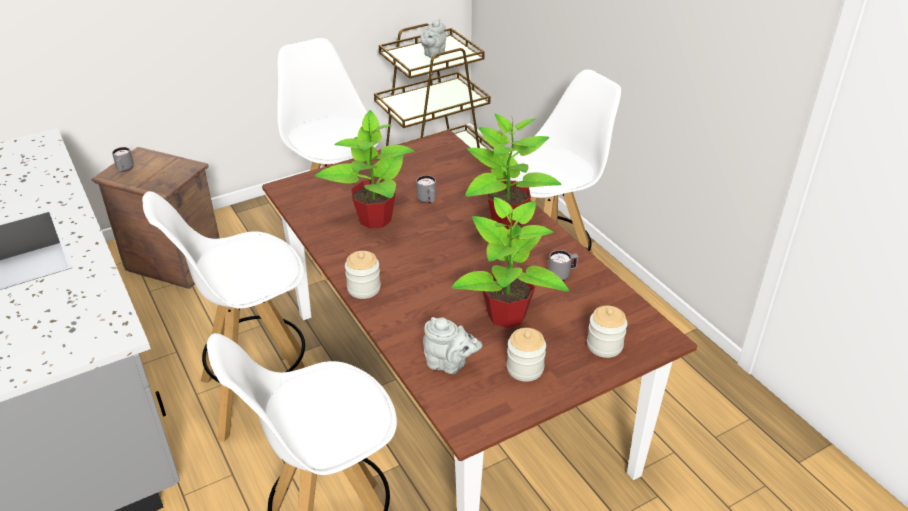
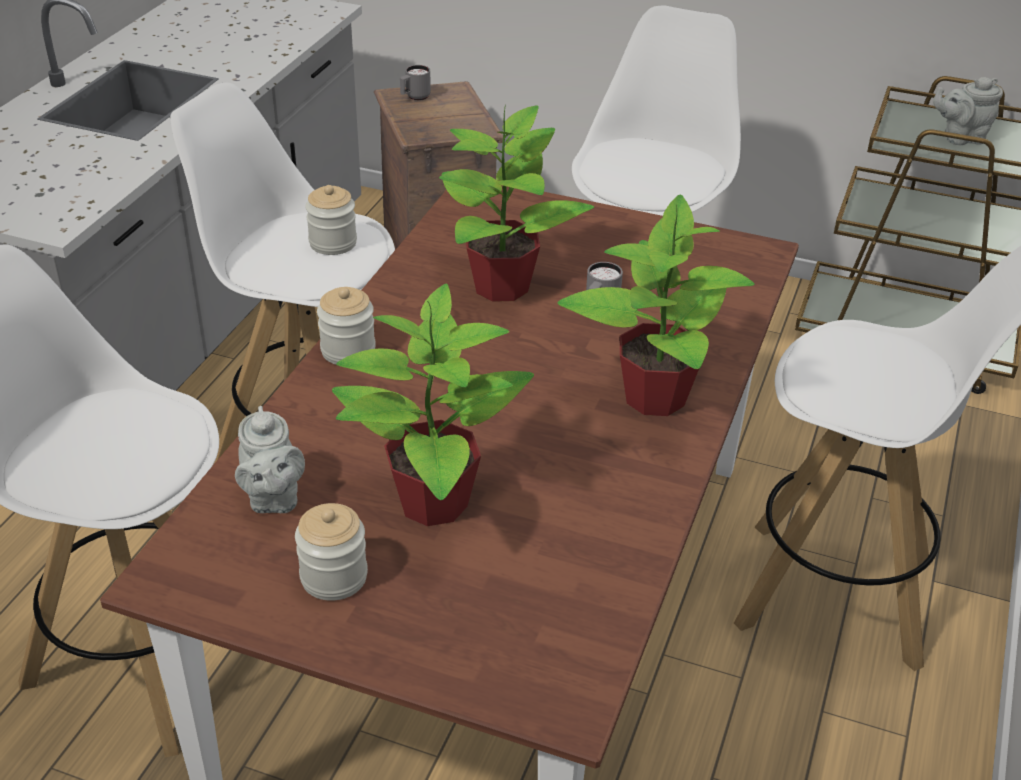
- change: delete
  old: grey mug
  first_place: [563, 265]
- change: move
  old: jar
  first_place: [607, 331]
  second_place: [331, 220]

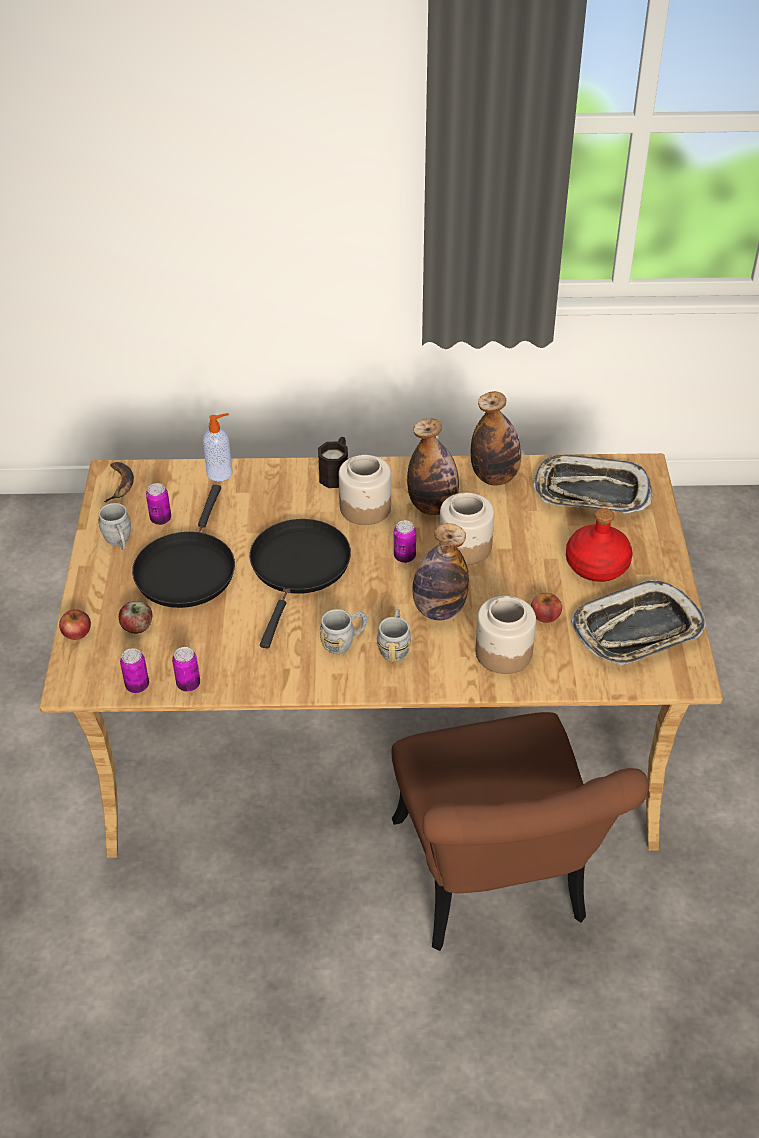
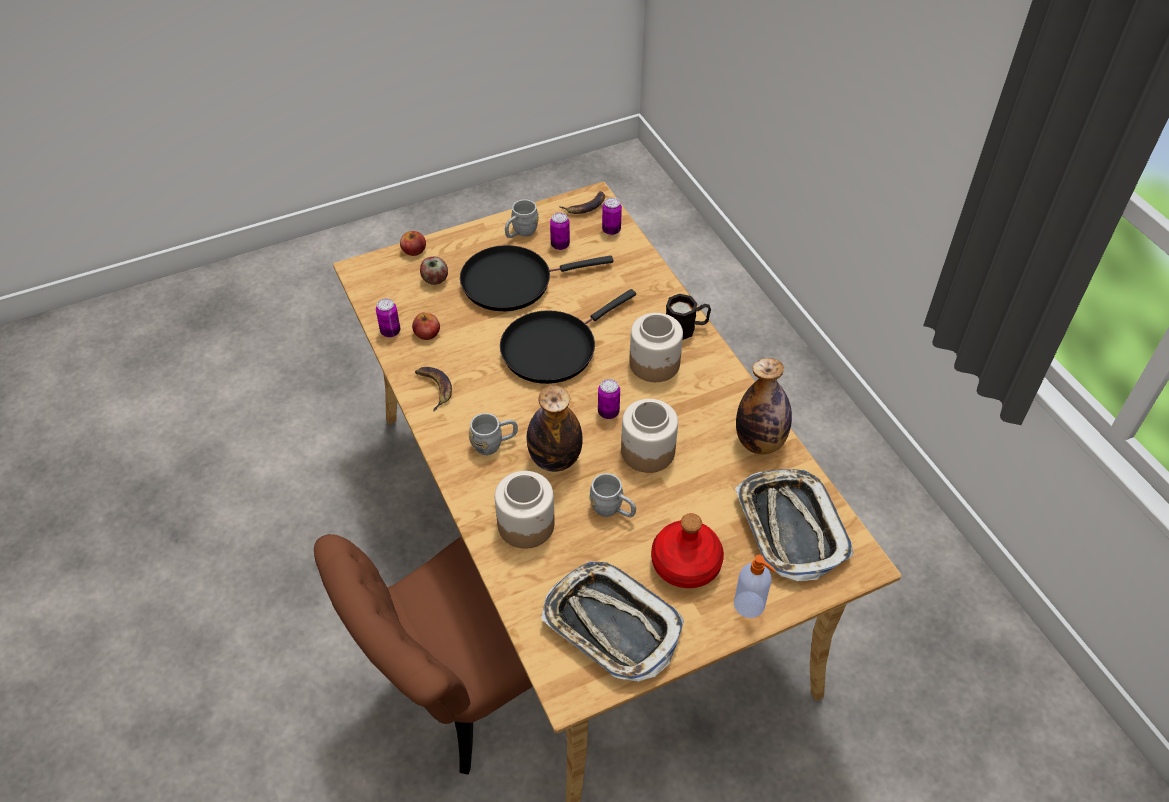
- change: delete
  old: bottle
  first_place: [433, 466]
- change: insert
  new: banana
  second_place: [433, 389]
- change: move
  old: can
  first_place: [134, 670]
  second_place: [612, 216]
- change: move
  old: soap dispenser
  first_place: [218, 447]
  second_place: [754, 586]
- change: move
  old: grey mug
  first_place: [343, 631]
  second_place: [612, 495]
- change: move
  old: apple
  first_place: [546, 608]
  second_place: [426, 326]
- change: rotate
  old: black frying pan
  first_place: [300, 583]
  second_place: [568, 336]
  degrees: 150

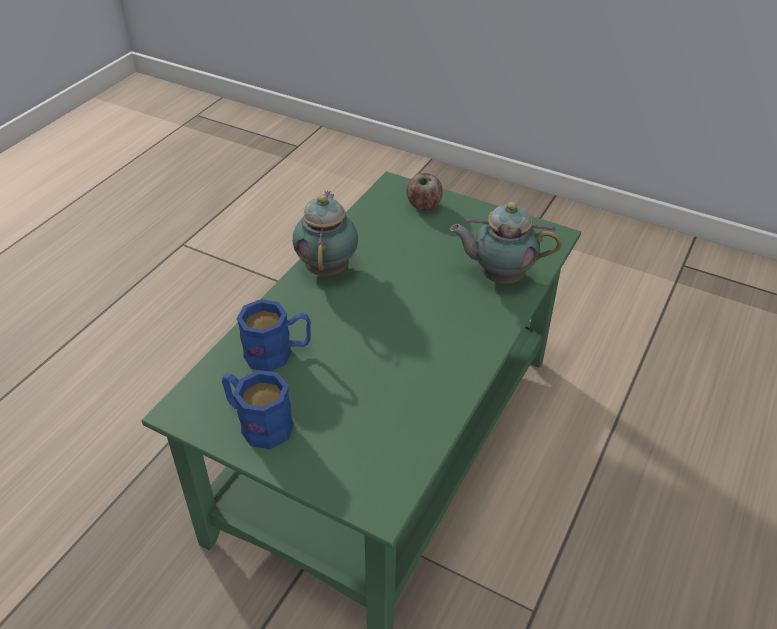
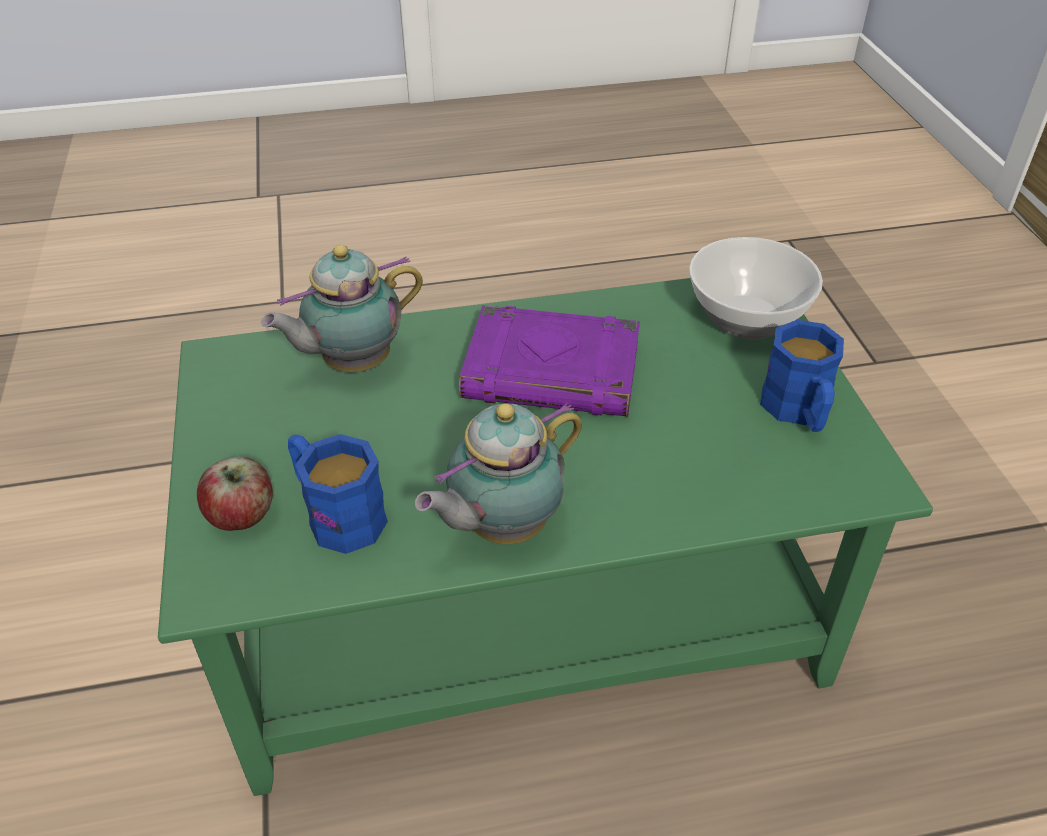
- change: insert
  new: purple book
  second_place: [549, 361]
- change: insert
  new: bowl
  second_place: [756, 288]
- change: move
  old: blue mug
  first_place: [273, 335]
  second_place: [338, 494]
- change: rotate
  old: teapot
  first_place: [505, 243]
  second_place: [342, 308]
  degrees: 90

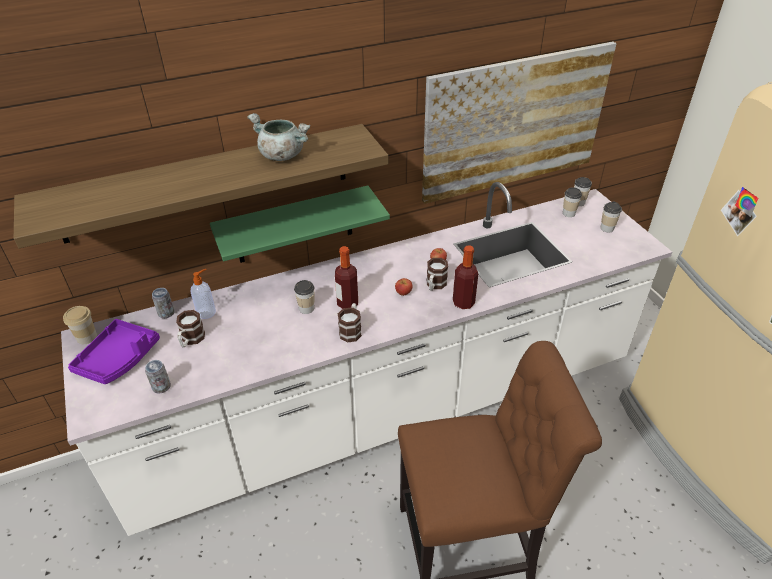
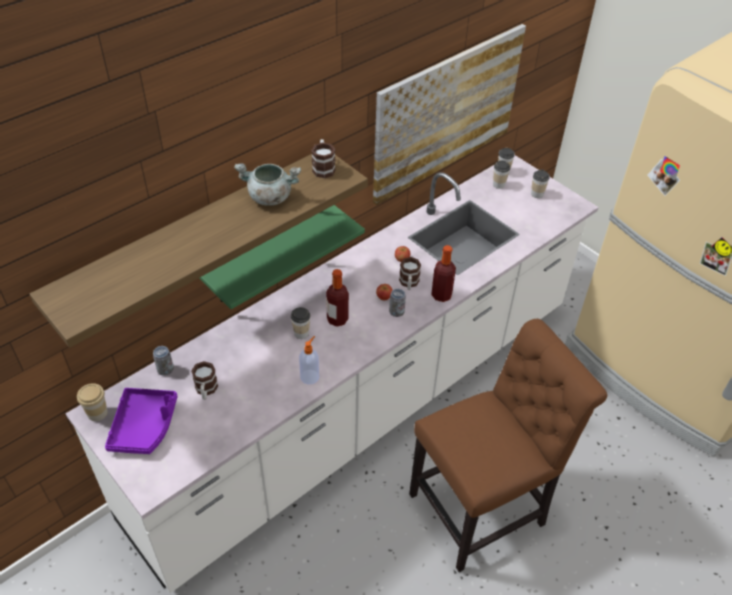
- change: move
  old: can
  first_place: [158, 377]
  second_place: [397, 303]
- change: move
  old: soap dispenser
  first_place: [203, 294]
  second_place: [309, 360]
- change: move
  old: mug
  first_place: [350, 323]
  second_place: [323, 158]

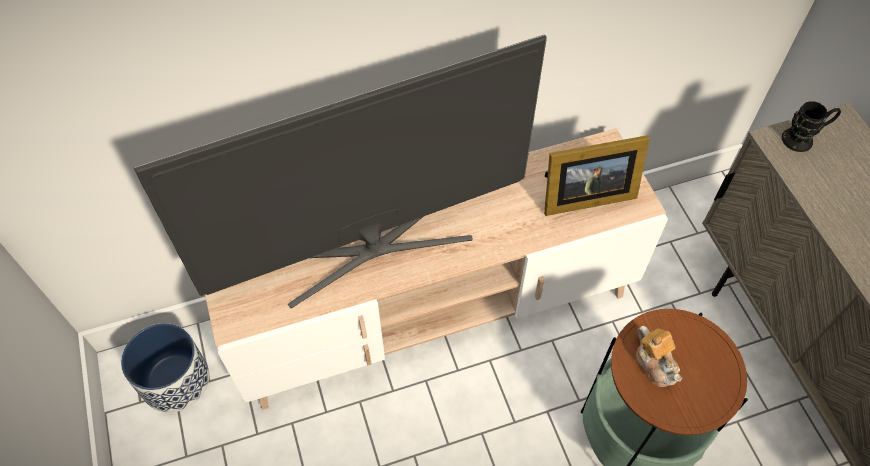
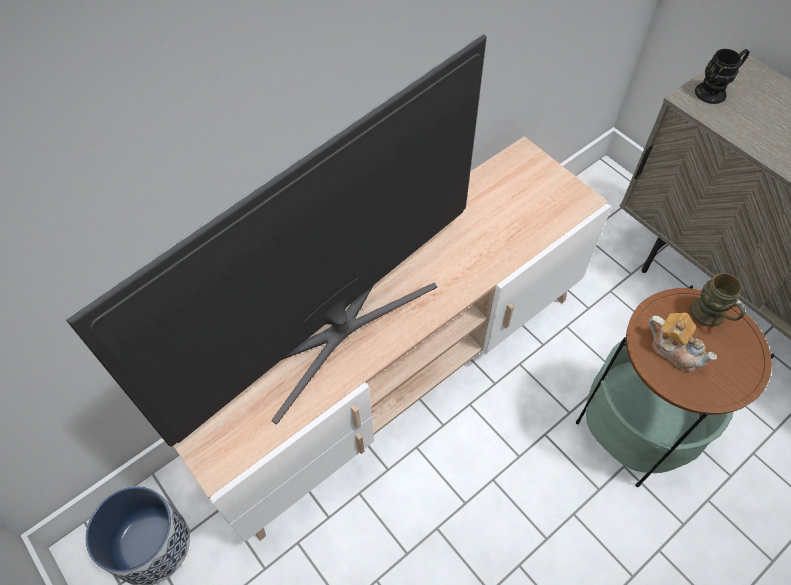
- change: delete
  old: picture frame
  first_place: [597, 175]
- change: insert
  new: brown mug
  second_place: [717, 300]

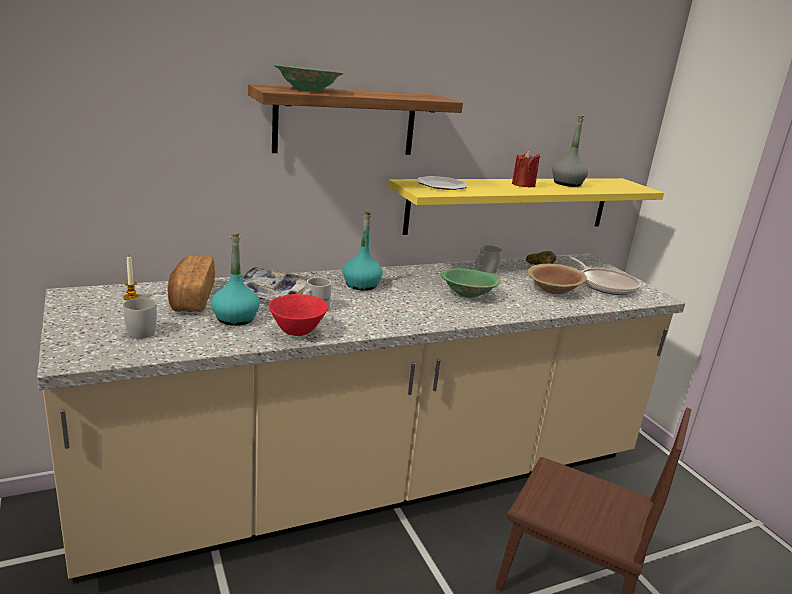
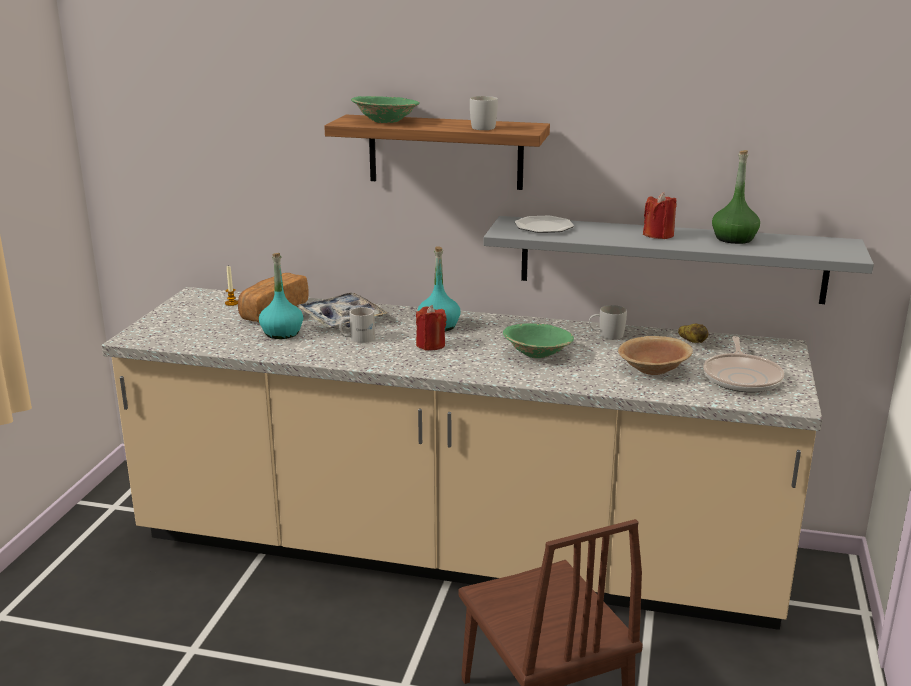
- change: delete
  old: red bowl
  first_place: [298, 315]
- change: insert
  new: red candle
  second_place: [431, 327]
- change: move
  old: white mug
  first_place: [140, 318]
  second_place: [484, 113]
- change: recolor
  old: yellow shelf
  new: grey shelf
  first_place: [526, 206]
  second_place: [678, 260]
- change: recolor
  old: grey bottle
  new: green bottle
  first_place: [570, 151]
  second_place: [736, 197]

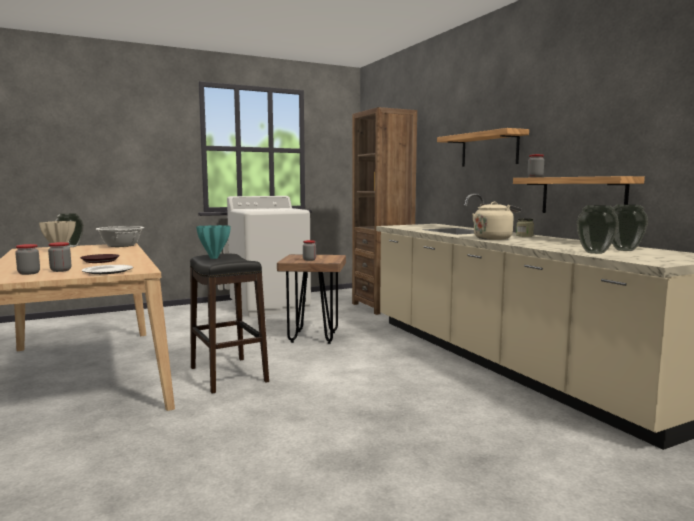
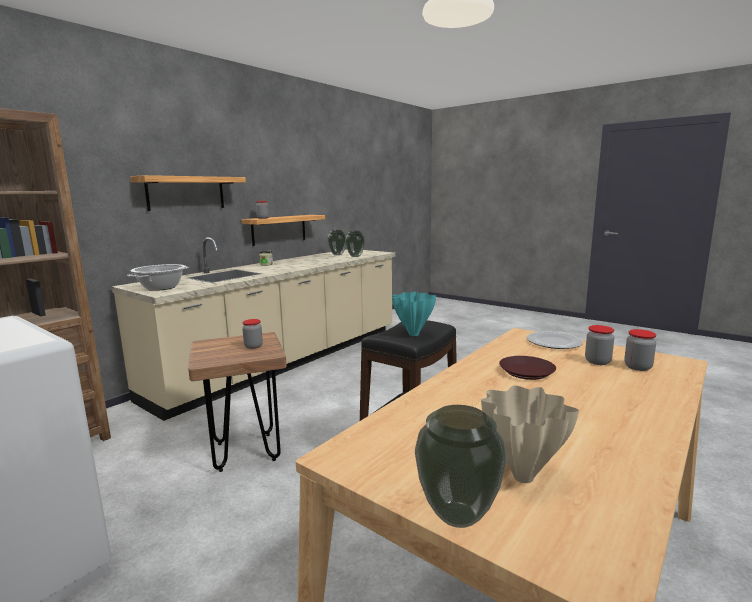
- change: delete
  old: beige kettle
  first_place: [496, 221]
- change: move
  old: cooking pot
  first_place: [120, 236]
  second_place: [158, 277]

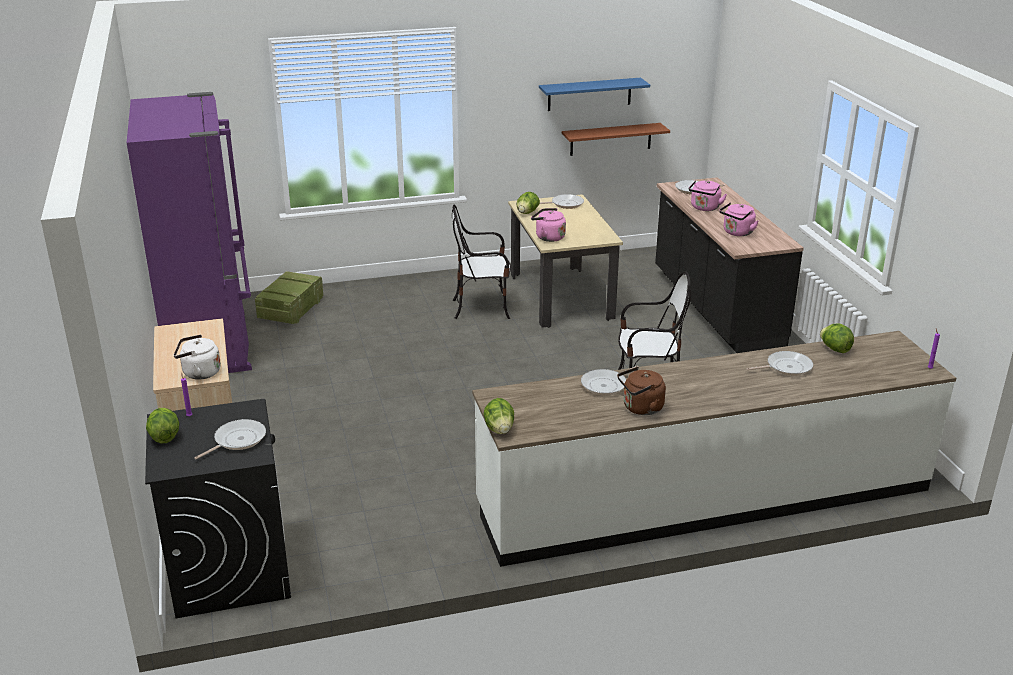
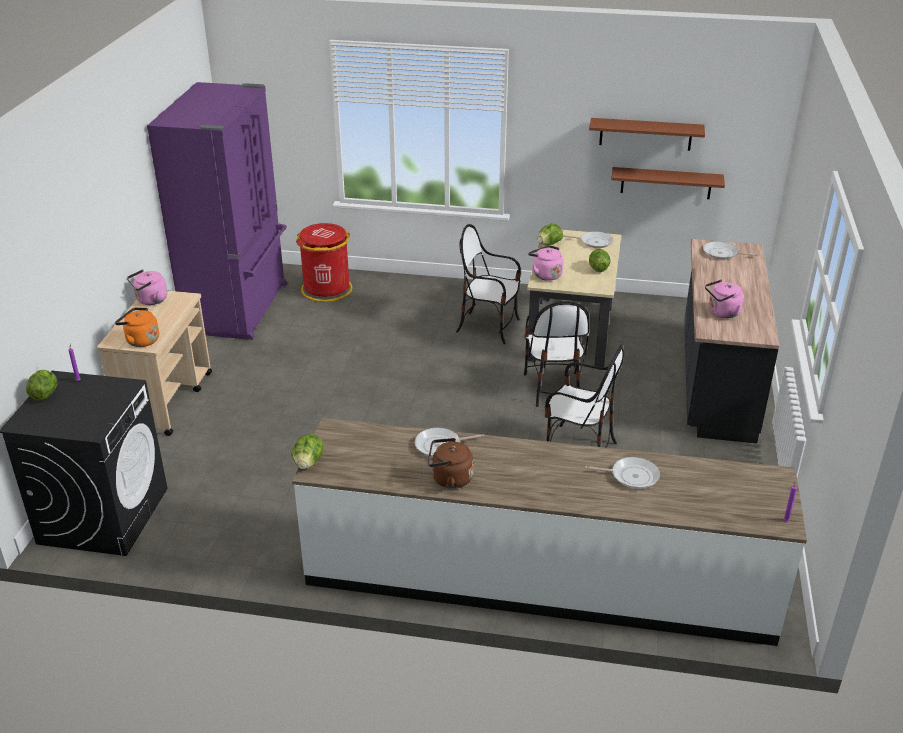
- change: delete
  old: frying pan
  first_place: [230, 439]
- change: insert
  new: chair
  second_place: [556, 354]
- change: move
  old: pink kettle
  first_place: [708, 195]
  second_place: [147, 287]
- change: move
  old: lettuce
  first_place: [837, 338]
  second_place: [600, 261]
- change: replace
  old: crate
  new: red trash can
  first_place: [289, 297]
  second_place: [324, 262]
- change: recolor
  old: white kettle
  new: orange kettle
  first_place: [197, 357]
  second_place: [137, 327]
- change: recolor
  old: blue shelf
  new: brown shelf
  first_place: [594, 94]
  second_place: [647, 134]

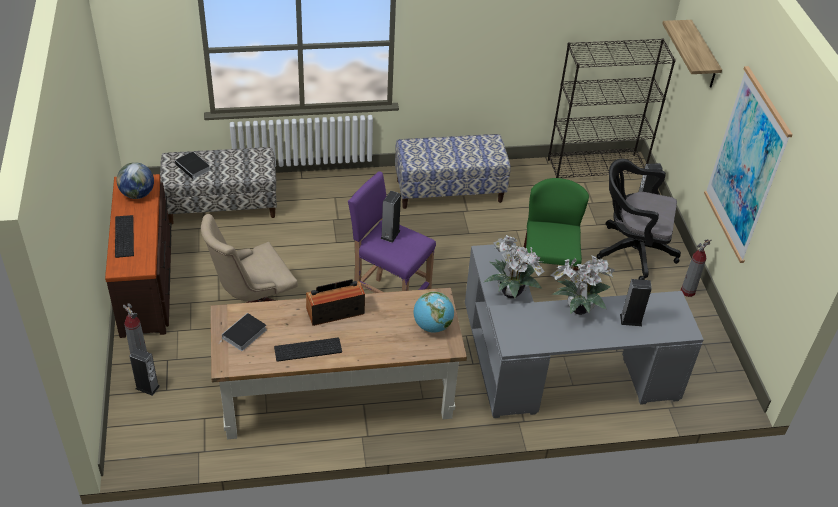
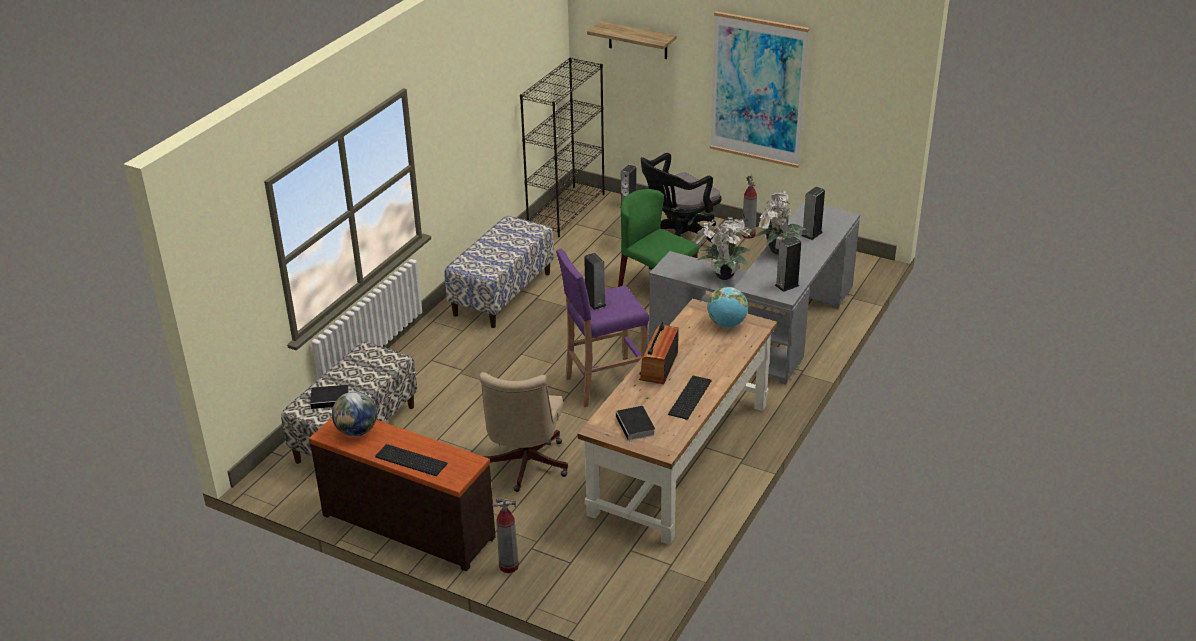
- change: move
  old: speaker
  first_place: [145, 372]
  second_place: [788, 264]

